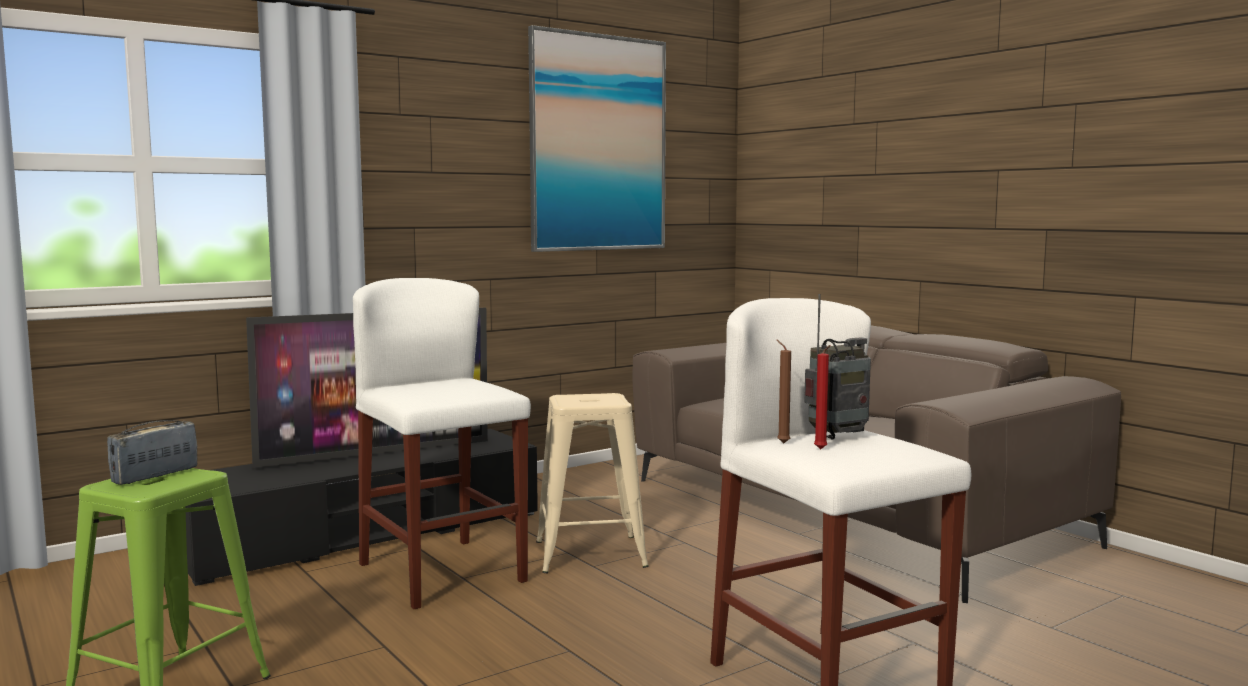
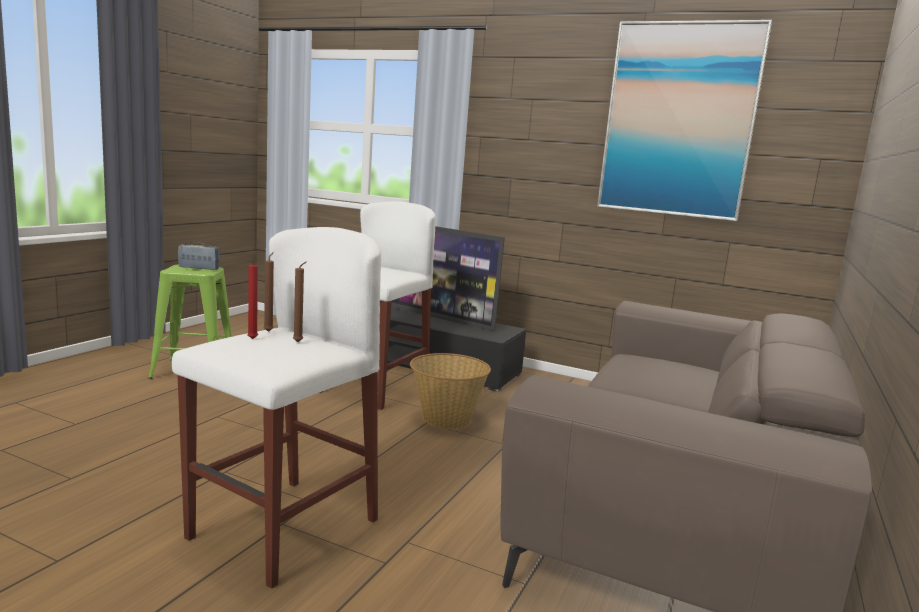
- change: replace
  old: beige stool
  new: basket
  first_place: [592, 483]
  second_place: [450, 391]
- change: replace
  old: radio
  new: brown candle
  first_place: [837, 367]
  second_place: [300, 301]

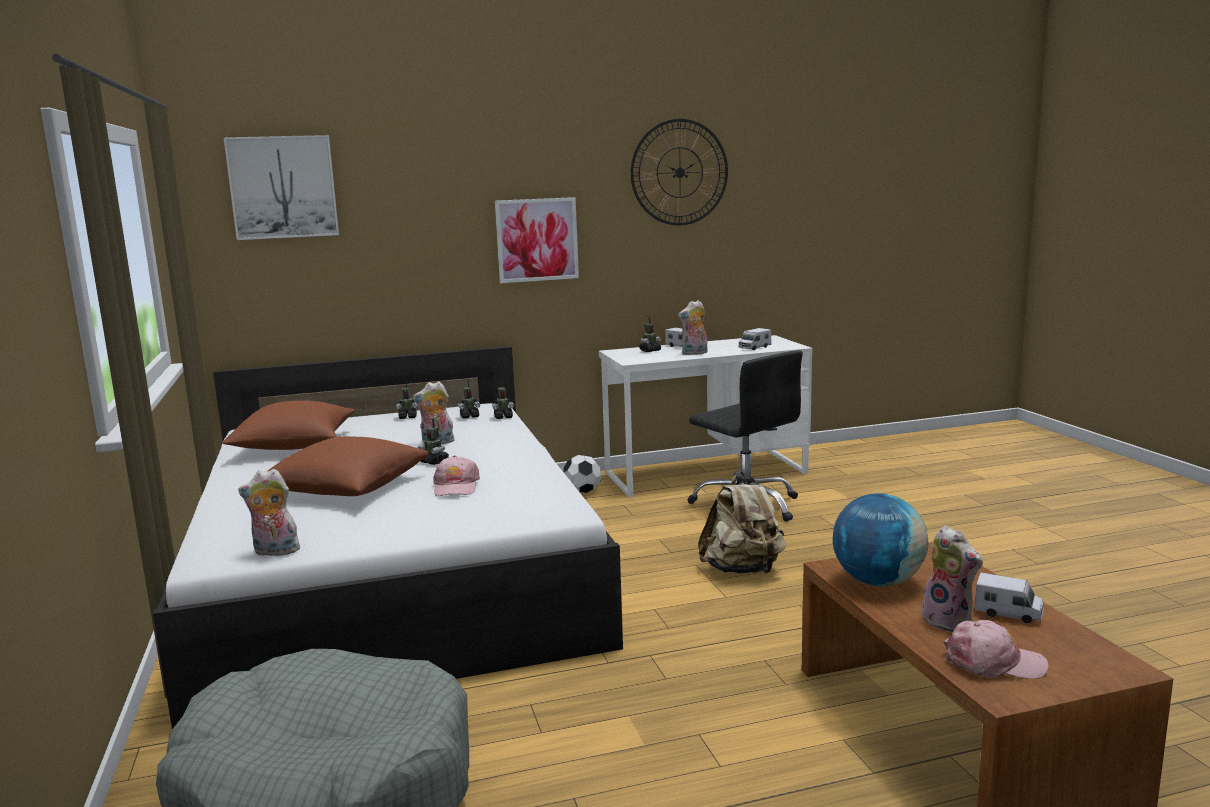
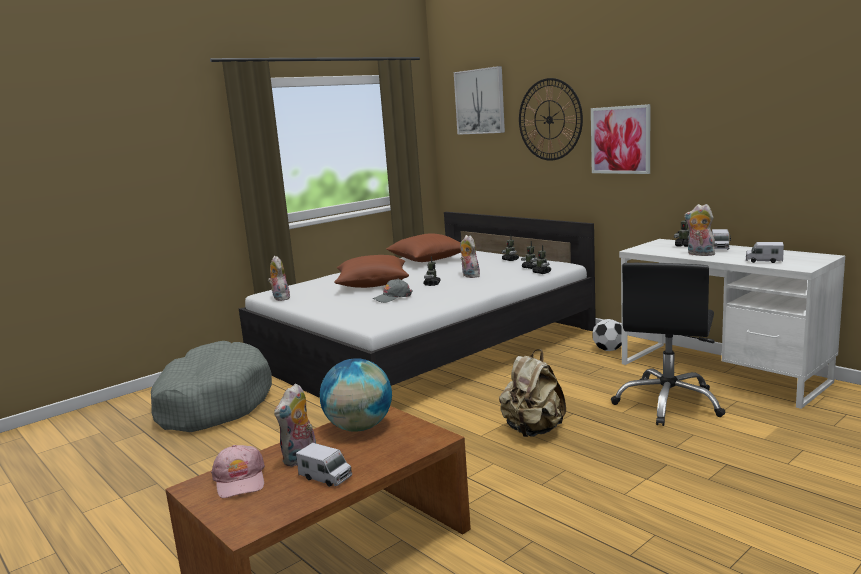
- change: move
  old: wall clock
  first_place: [679, 172]
  second_place: [551, 119]
- change: recolor
  old: pink cap
  new: grey cap
  first_place: [456, 475]
  second_place: [393, 291]
- change: rotate
  old: toy truck
  first_place: [1009, 598]
  second_place: [324, 465]
  degrees: -60

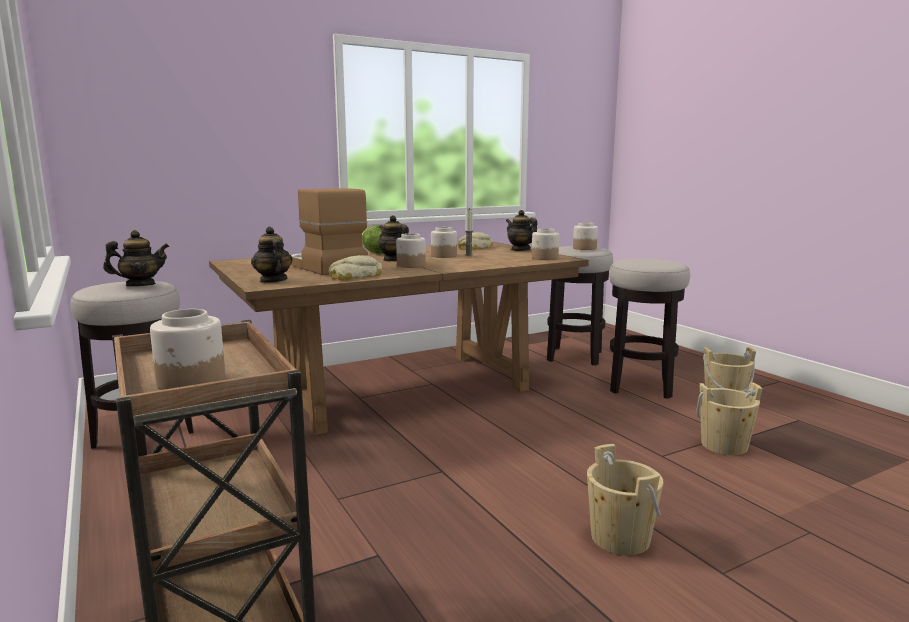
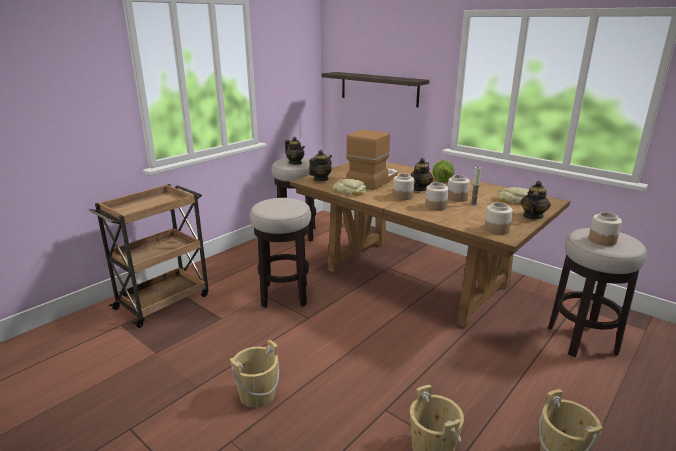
- change: insert
  new: shelf
  second_place: [375, 89]
- change: move
  old: jar
  first_place: [187, 349]
  second_place: [437, 196]
- change: move
  old: stool
  first_place: [649, 329]
  second_place: [280, 253]

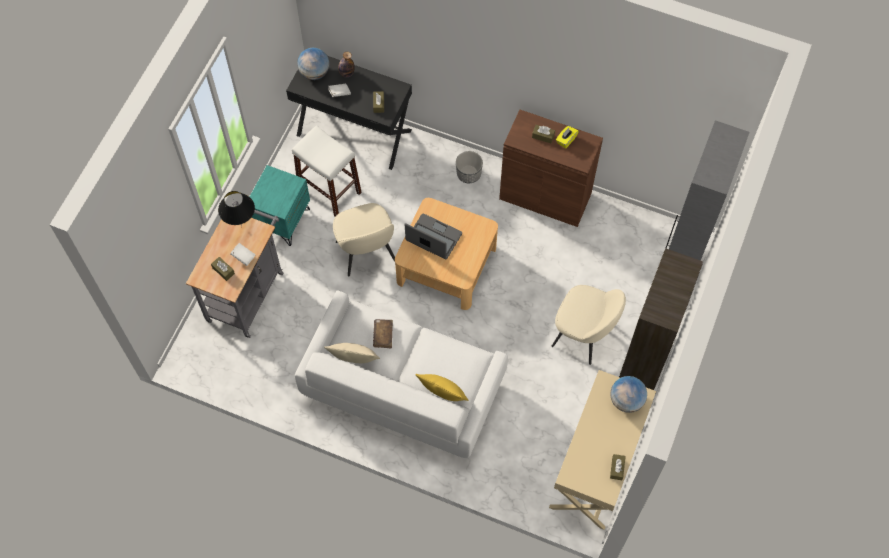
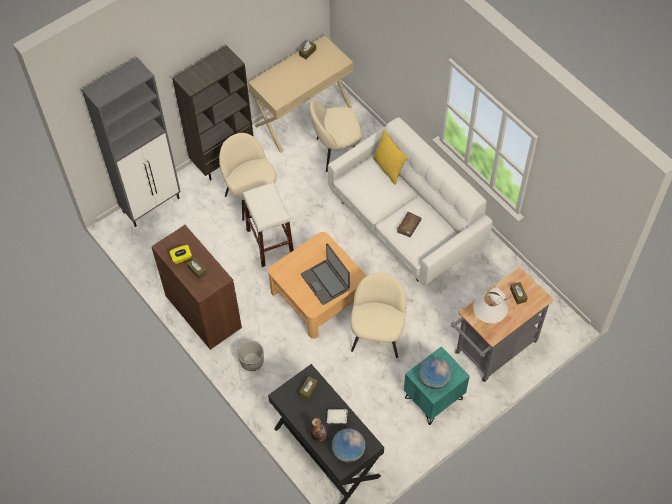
- change: delete
  old: beige pillow
  first_place: [352, 353]
- change: insert
  new: beige chair
  second_place: [335, 136]
- change: move
  old: white stool
  first_place: [327, 171]
  second_place: [268, 224]
- change: move
  old: globe
  first_place: [628, 394]
  second_place: [435, 373]
- change: recolor
  old: black table lamp
  new: white table lamp
  first_place: [236, 208]
  second_place: [490, 307]

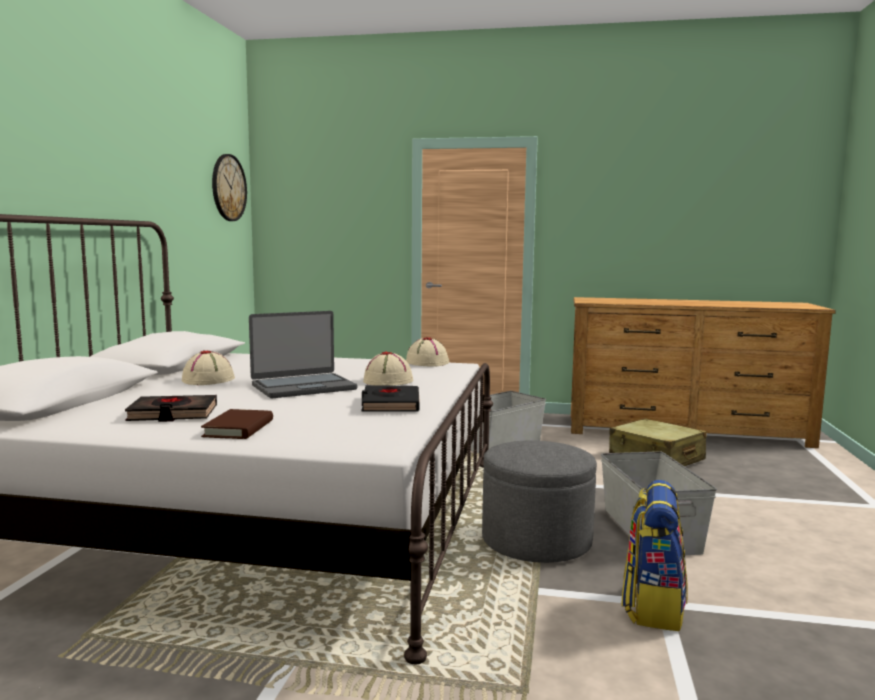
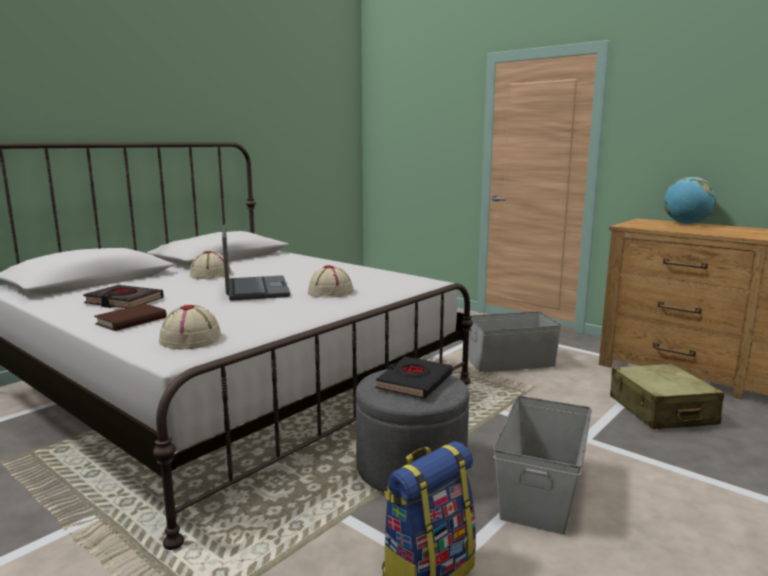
- change: delete
  old: wall clock
  first_place: [229, 187]
- change: insert
  new: globe
  second_place: [690, 200]
- change: move
  old: black book
  first_place: [390, 398]
  second_place: [413, 377]
- change: move
  old: beige hat
  first_place: [427, 351]
  second_place: [190, 327]
- change: rotate
  old: laptop
  first_place: [303, 354]
  second_place: [256, 262]
  degrees: -105

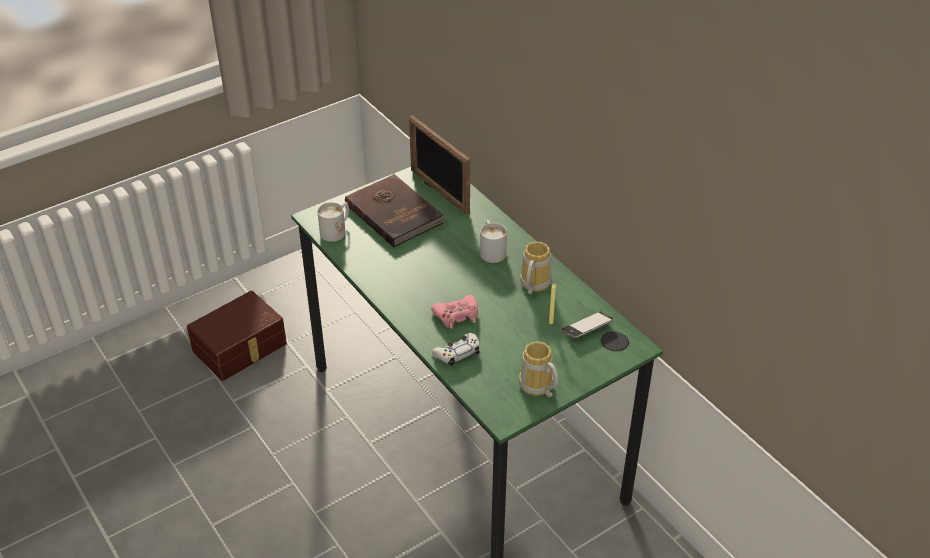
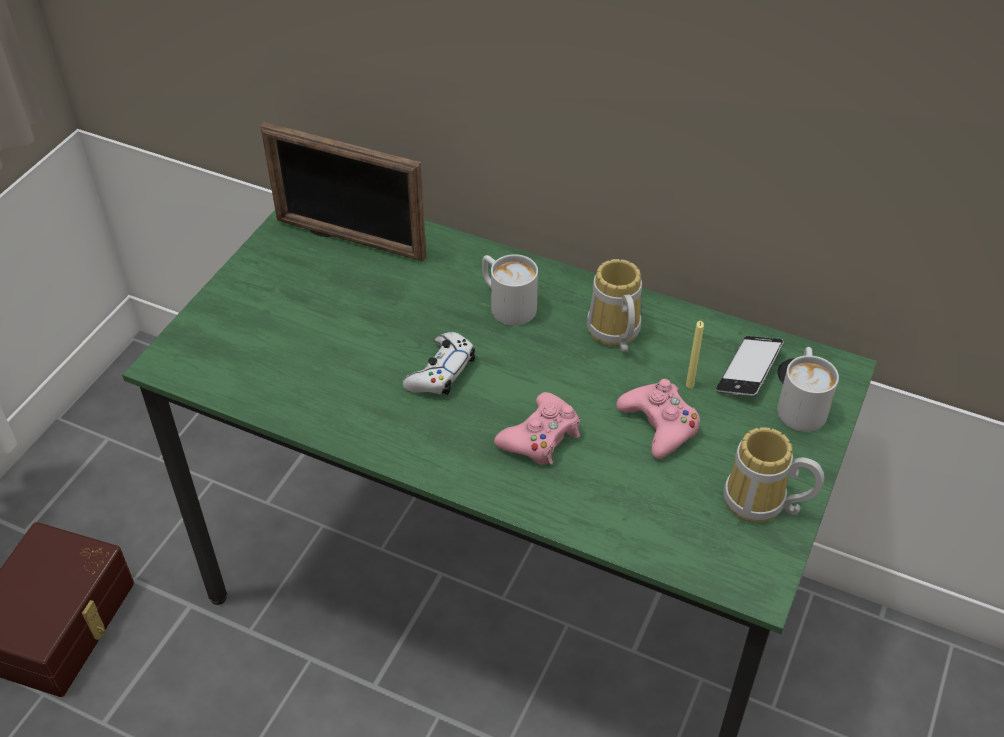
- change: delete
  old: brown book
  first_place: [394, 210]
- change: insert
  new: pink game controller
  second_place: [658, 419]
- change: move
  old: white mug
  first_place: [333, 222]
  second_place: [808, 389]
- change: move
  old: white game controller
  first_place: [456, 349]
  second_place: [439, 363]

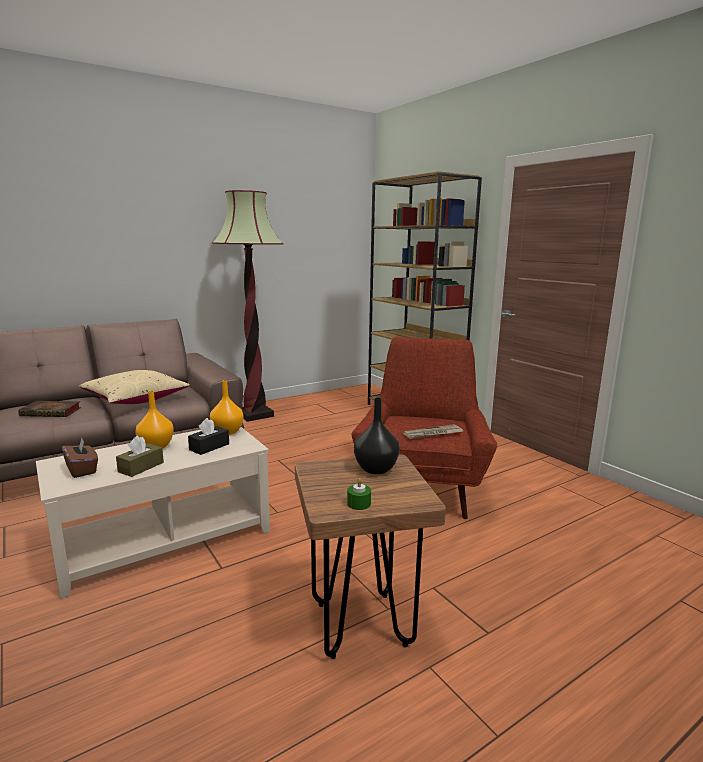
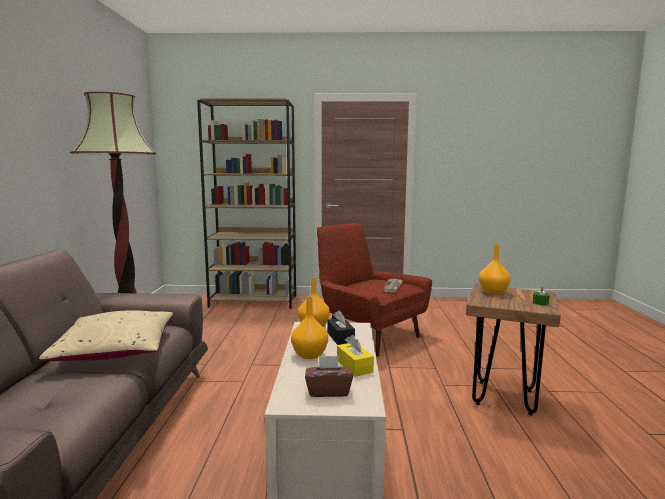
- change: delete
  old: book
  first_place: [49, 409]
- change: recolor
  old: brown tissue box
  new: yellow tissue box
  first_place: [140, 456]
  second_place: [355, 356]
- change: recolor
  old: black vase
  new: orange vase
  first_place: [377, 436]
  second_place: [495, 269]

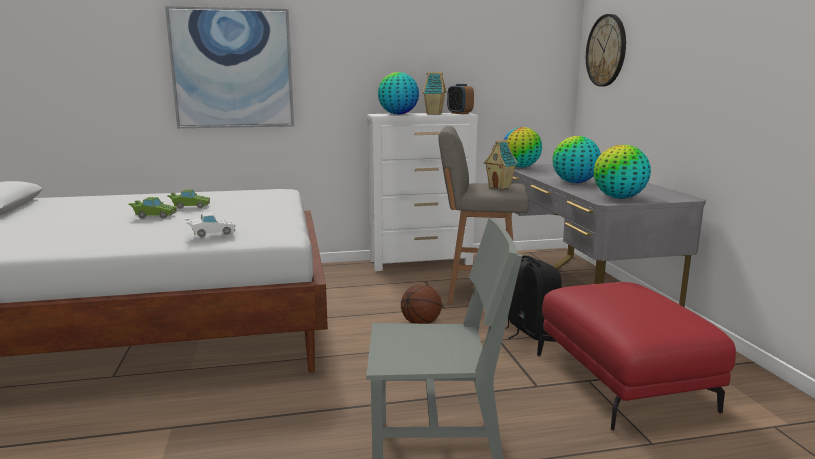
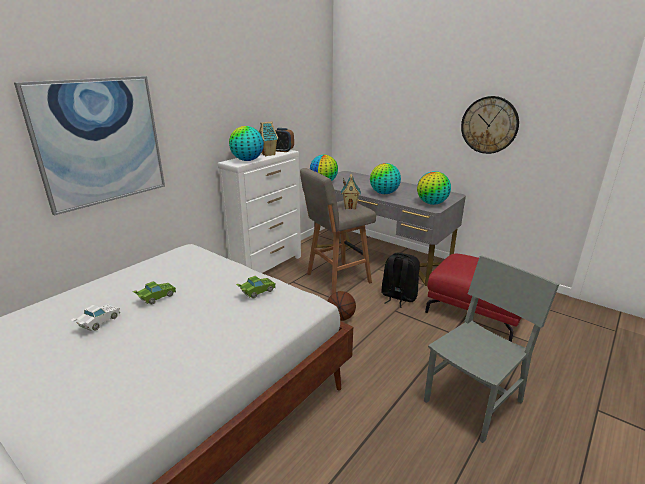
- change: move
  old: green toy car
  first_place: [153, 207]
  second_place: [256, 287]
- change: move
  old: white toy car
  first_place: [210, 224]
  second_place: [95, 317]
- change: move
  old: wall clock
  first_place: [606, 50]
  second_place: [490, 125]

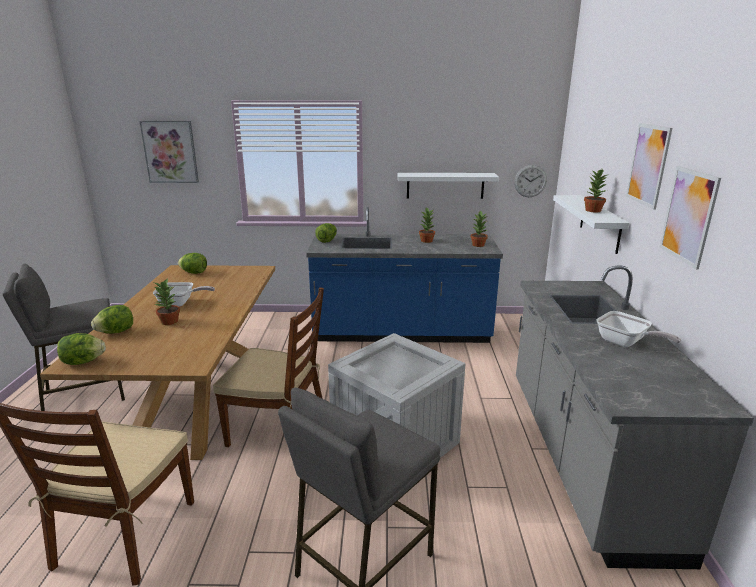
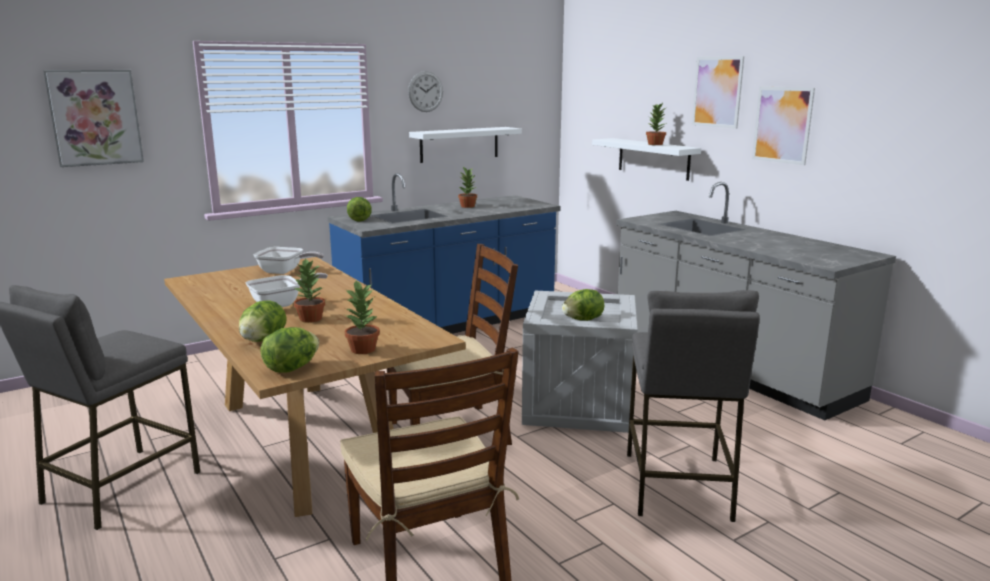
- change: move
  old: lettuce
  first_place: [192, 263]
  second_place: [583, 305]
- change: move
  old: potted plant
  first_place: [479, 228]
  second_place: [362, 317]
- change: move
  old: wall clock
  first_place: [530, 181]
  second_place: [425, 91]
- change: move
  old: frying pan
  first_place: [639, 329]
  second_place: [288, 260]

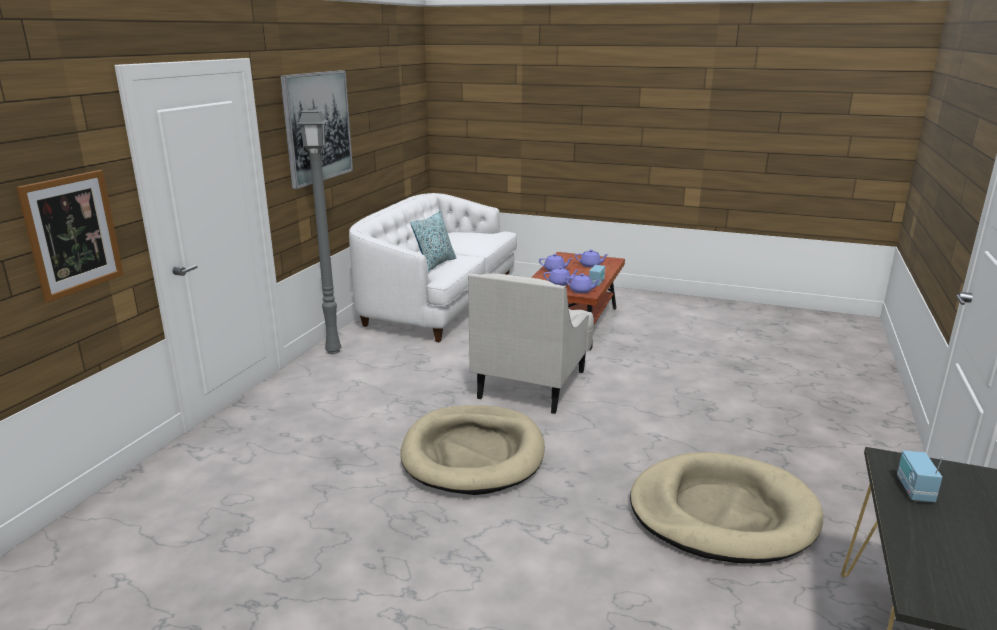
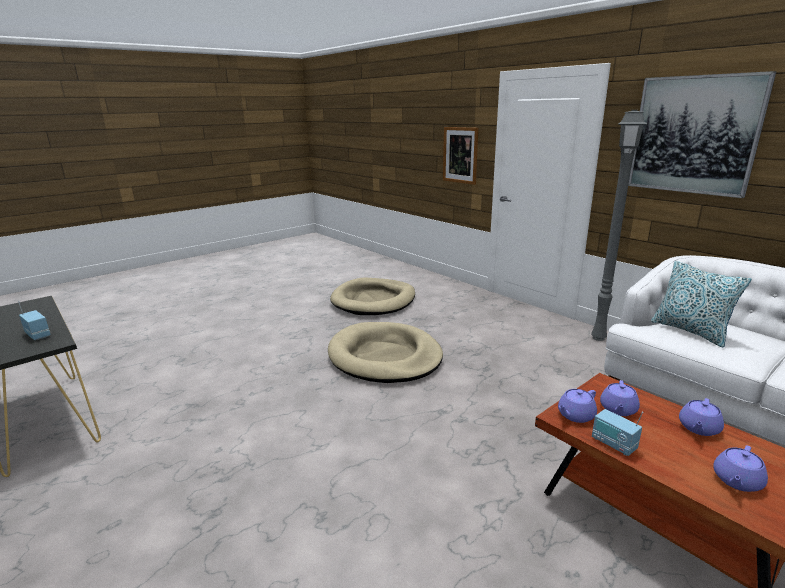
- change: delete
  old: white armchair
  first_place: [531, 343]
- change: move
  old: beige dog bed
  first_place: [726, 508]
  second_place: [372, 296]

